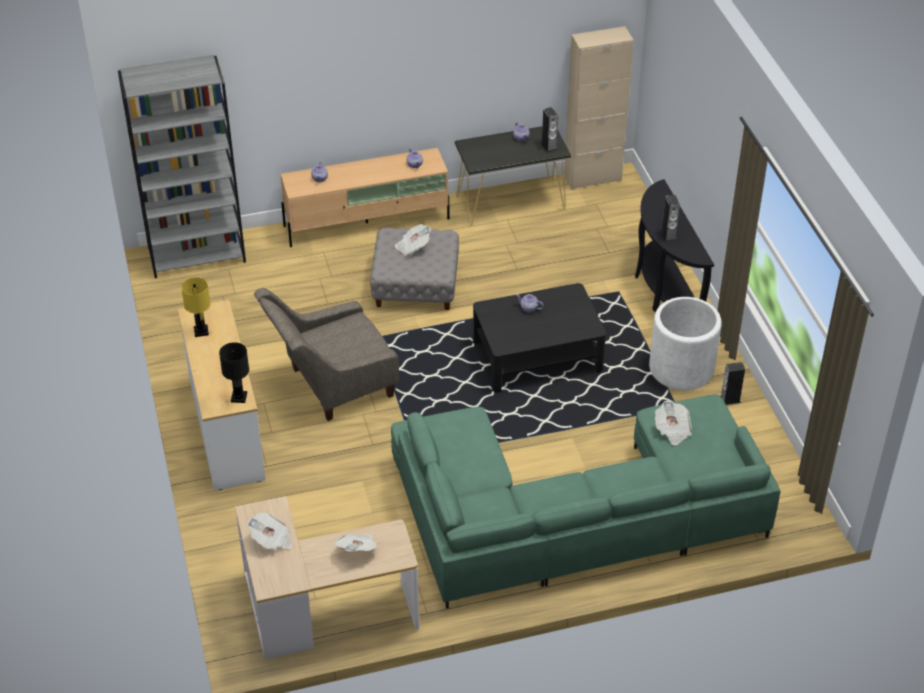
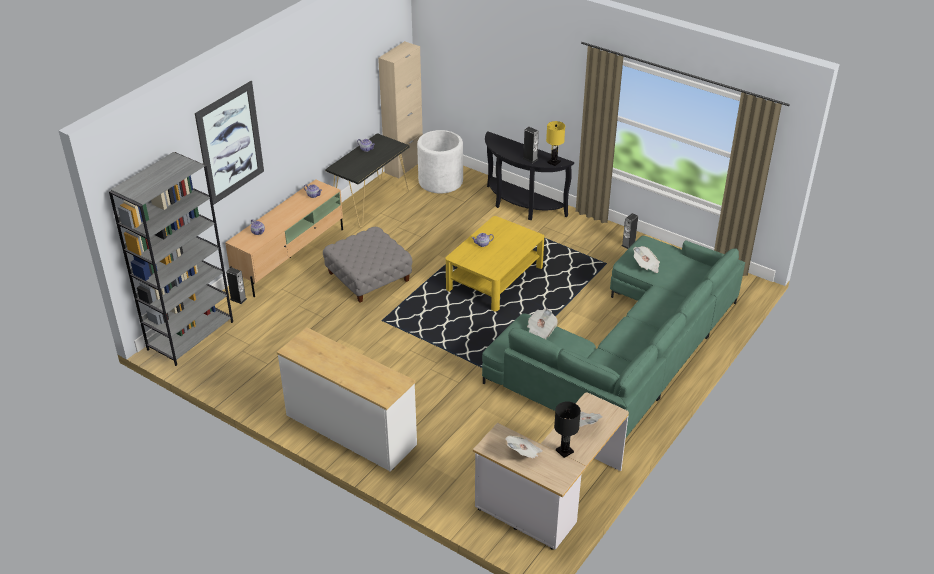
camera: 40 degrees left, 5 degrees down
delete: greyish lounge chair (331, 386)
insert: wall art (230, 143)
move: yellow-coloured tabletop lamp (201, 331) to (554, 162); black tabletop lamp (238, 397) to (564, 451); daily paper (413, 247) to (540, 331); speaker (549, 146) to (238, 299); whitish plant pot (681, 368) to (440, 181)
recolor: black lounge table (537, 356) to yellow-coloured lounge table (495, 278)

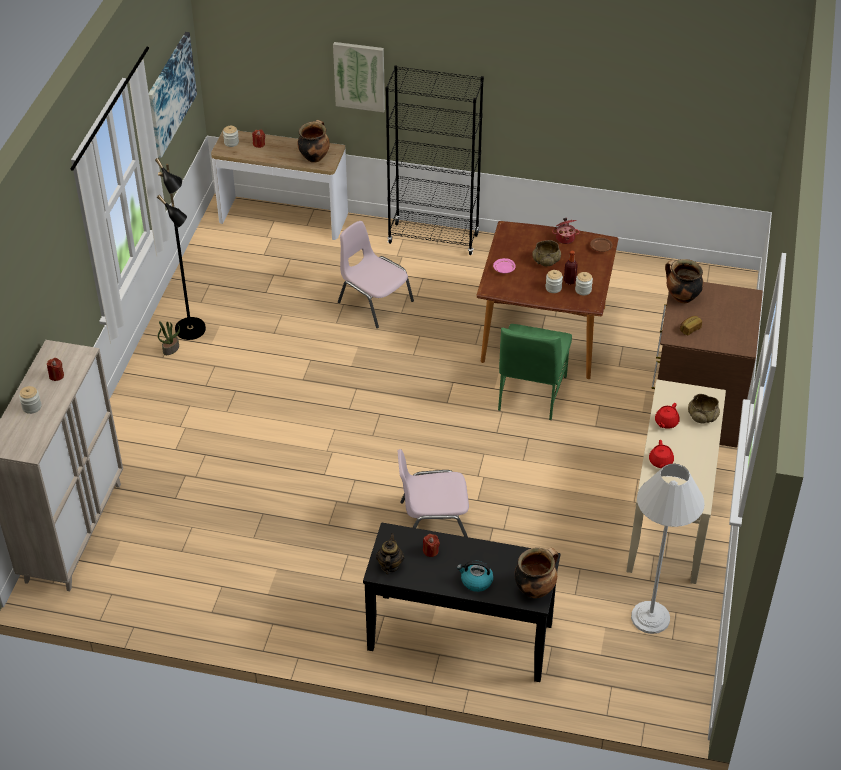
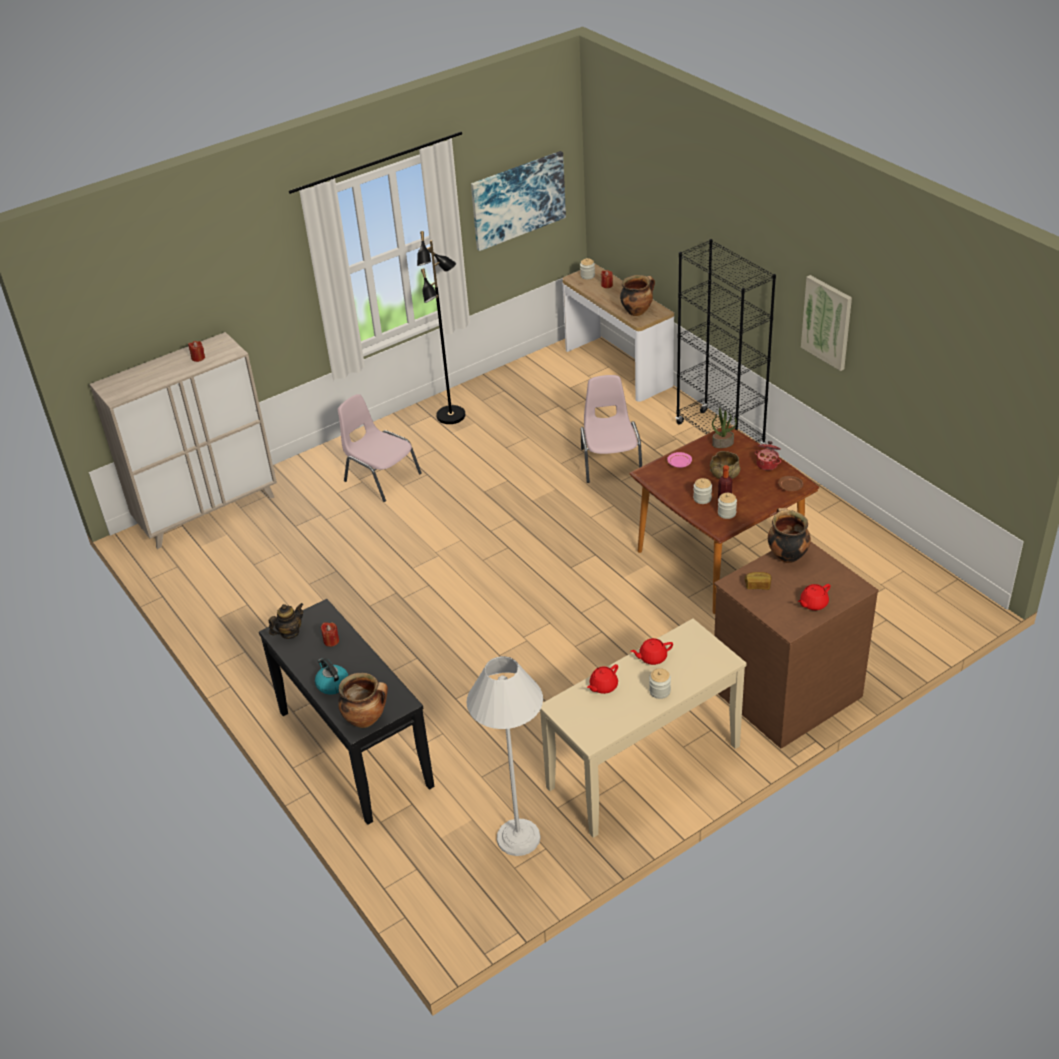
camera: 45 degrees right, 5 degrees down
delete: green upright chair (530, 394); sand-coloured bowl (702, 417)
insert: red-coloured pot for tea (813, 604)
move: jar (32, 407) to (660, 691); potted plant (171, 349) to (723, 443); wall art (359, 76) to (827, 322); pink upright chair (433, 521) to (381, 477)

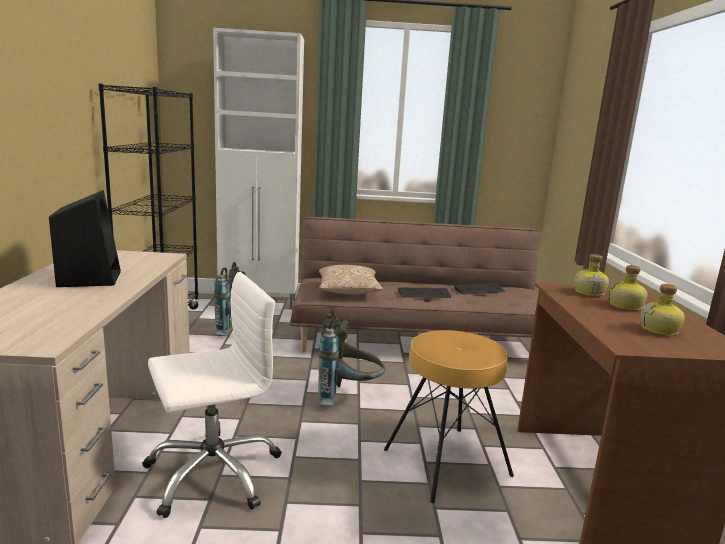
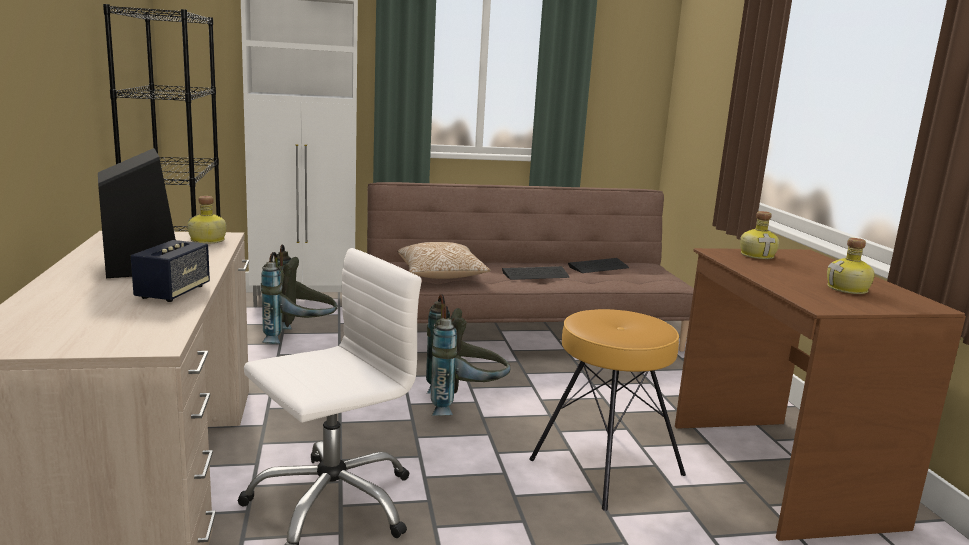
camera: 10 degrees left, 0 degrees up
insert: speaker (173, 292)
move: beverage bottle (626, 306) to (207, 241)

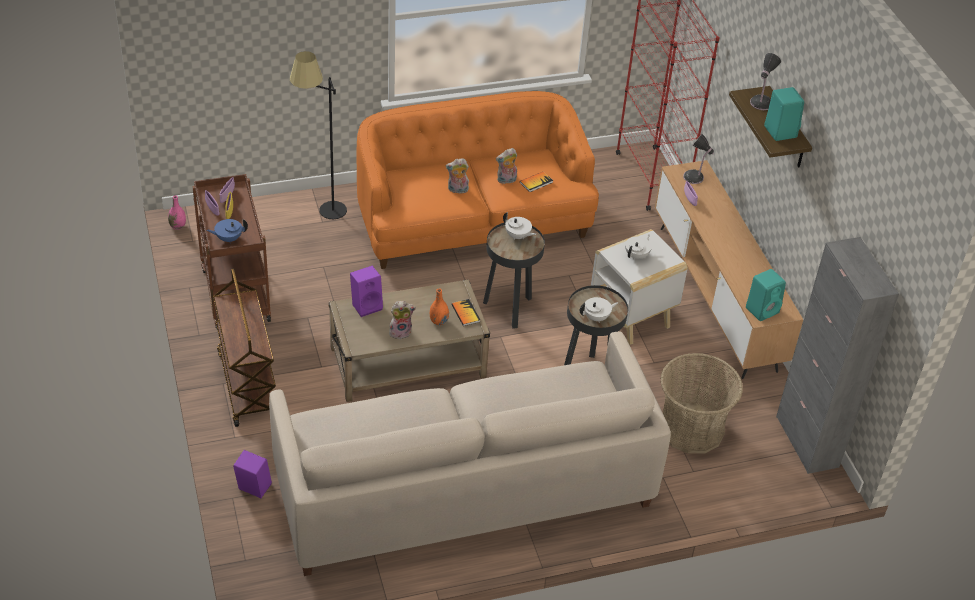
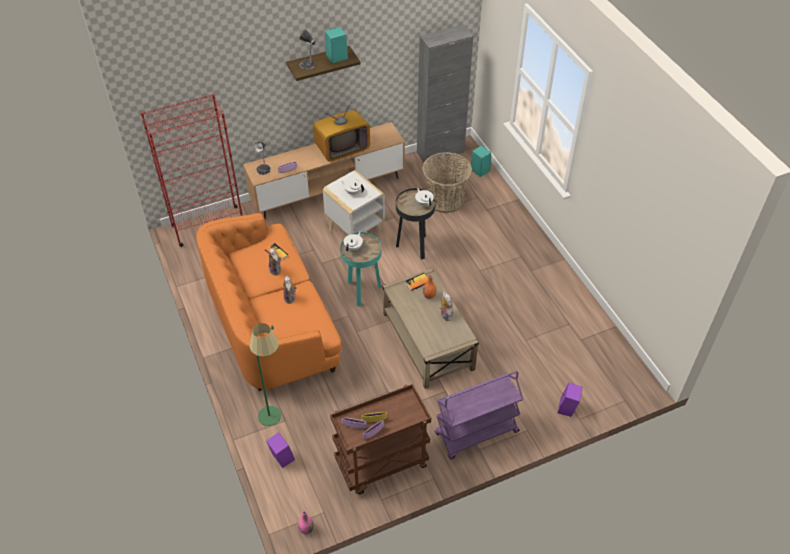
camera: 95 degrees left, 5 degrees up
delete: blue pot for tea (228, 238); sand-coloured sofa (463, 488)
insert: television (342, 148)
move: purplish speaker (367, 305) to (281, 458); turquoise-coloured speaker (762, 309) to (479, 170)
recolor: brownish wheeled cart (247, 385) to purplish wheeled cart (476, 433); black floor lamp (322, 214) to green floor lamp (276, 422); black side table (509, 310) to turquoise-coloured side table (363, 291)

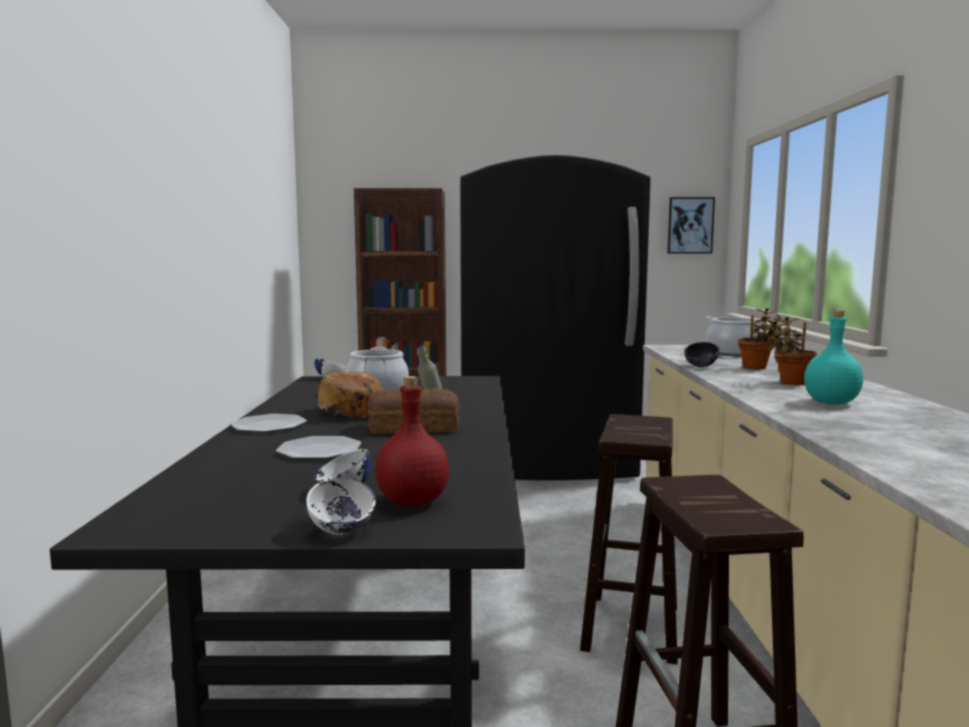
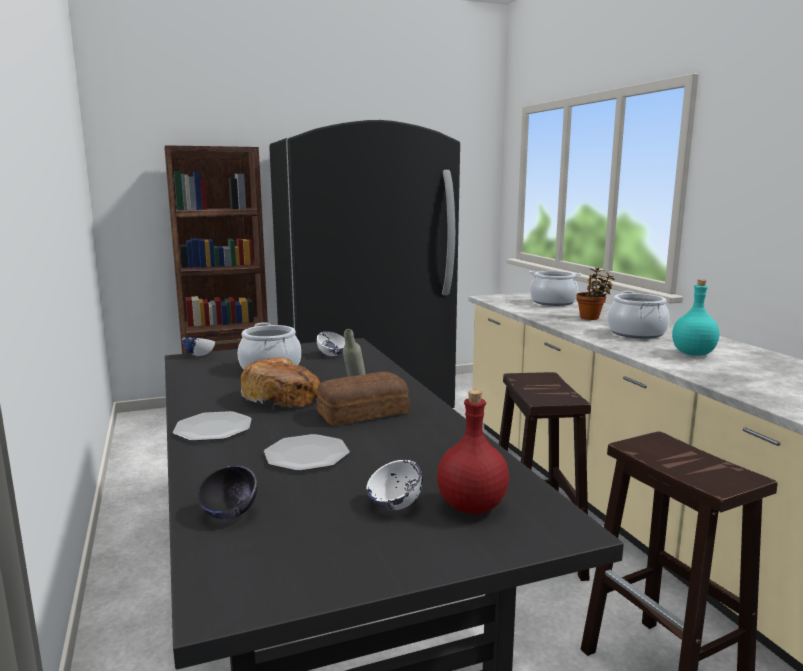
camera: 20 degrees left, 5 degrees up
delete: wall art (690, 225)
move: whitish bowl (342, 531) to (332, 355); black bowl (701, 366) to (229, 514)
replace: potted plant (790, 382) to cooking pot (636, 333)

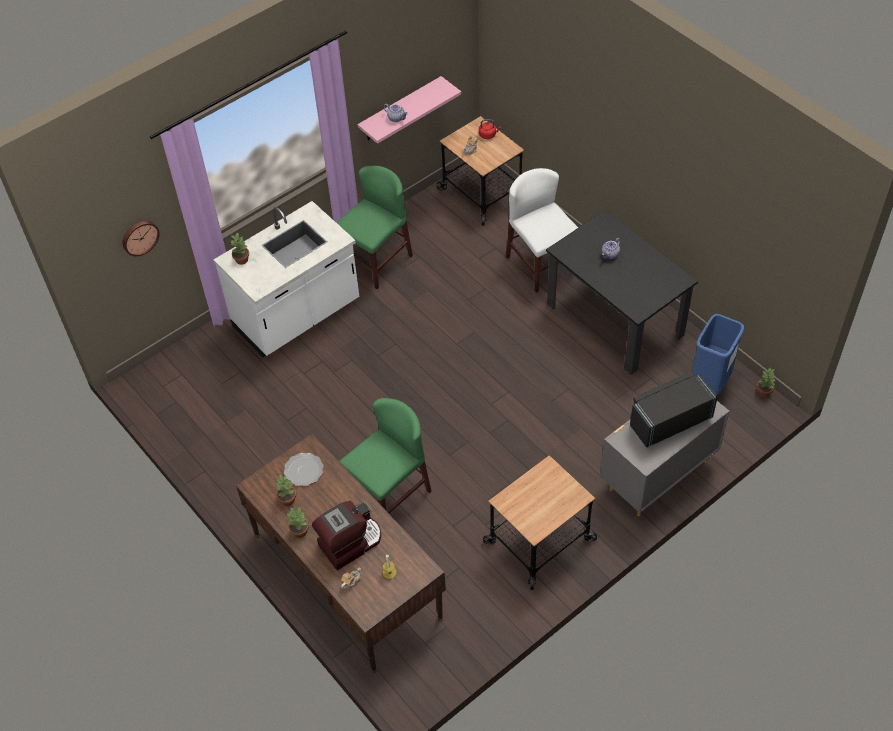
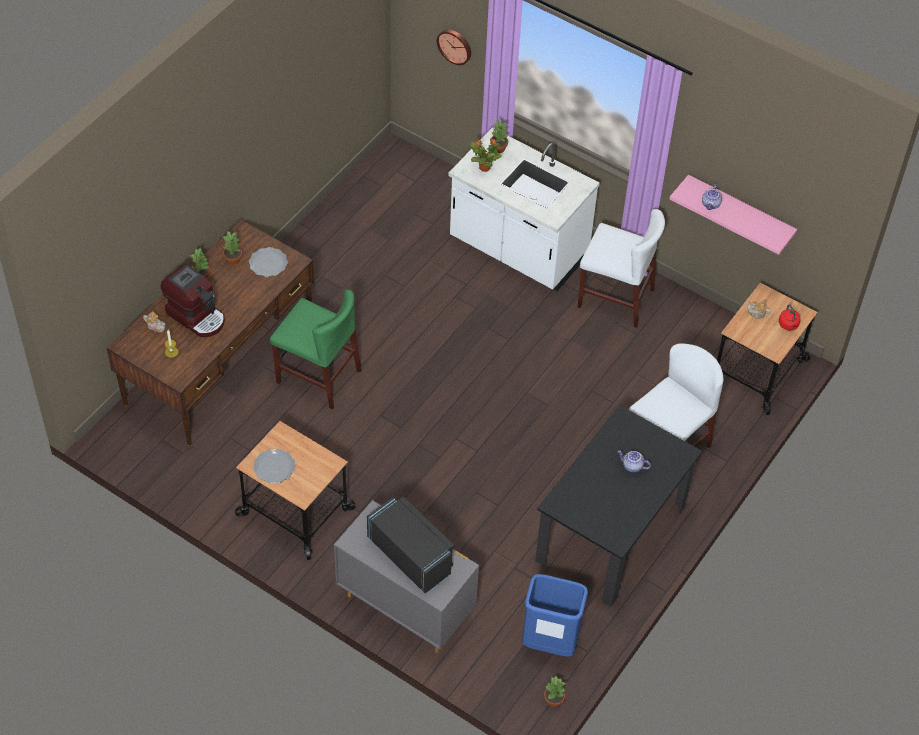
camera: 70 degrees right, 0 degrees up
insert: flat dish (274, 467); potted plant (484, 167)
recolor: green upright chair (376, 262) to whitish upright chair (615, 298)

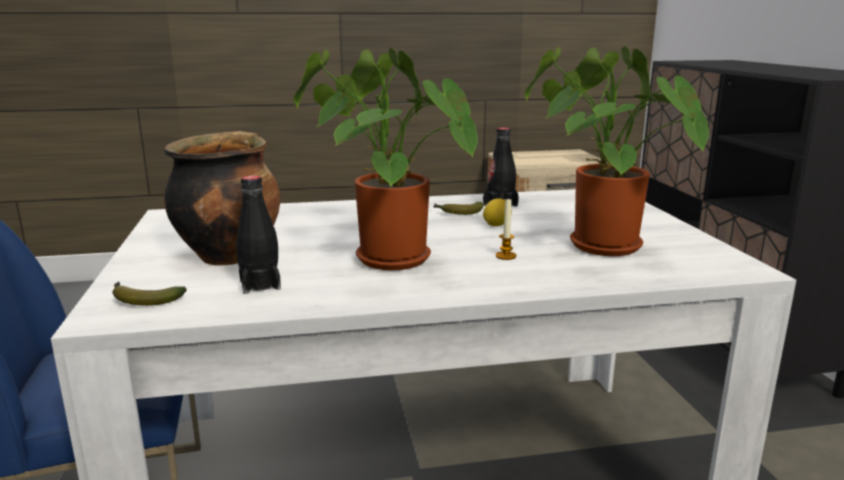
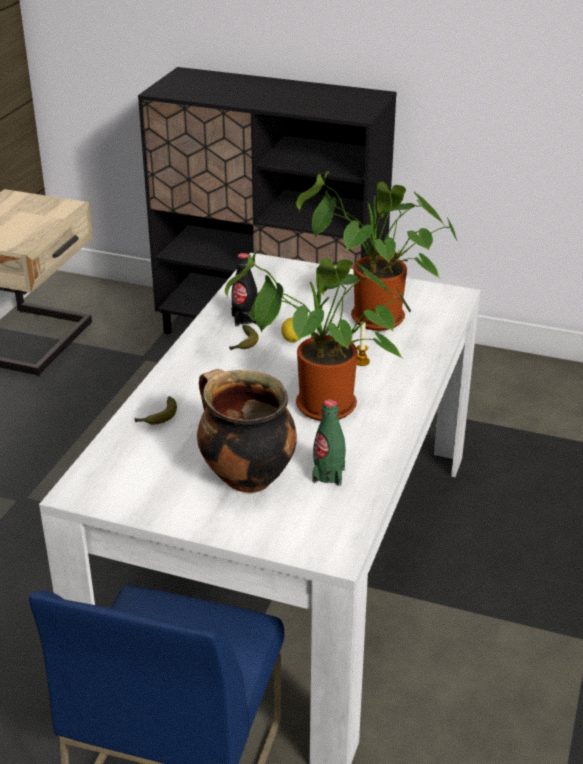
camera: 60 degrees left, 15 degrees up
move: whole banana (143, 300) to (158, 417)
recolor: black beverage bottle (260, 285) to green beverage bottle (328, 475)

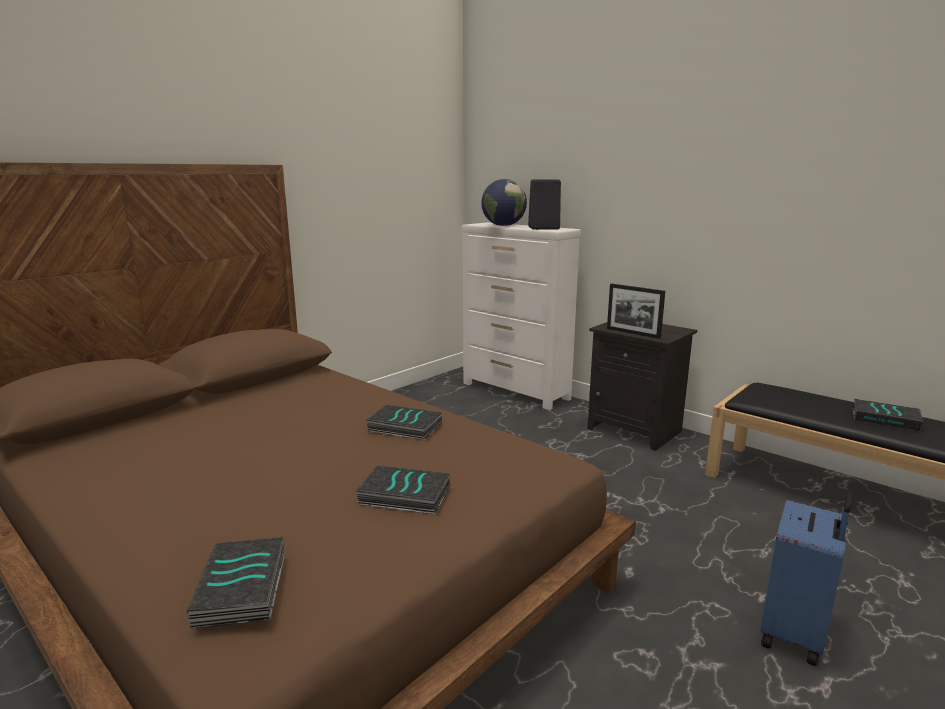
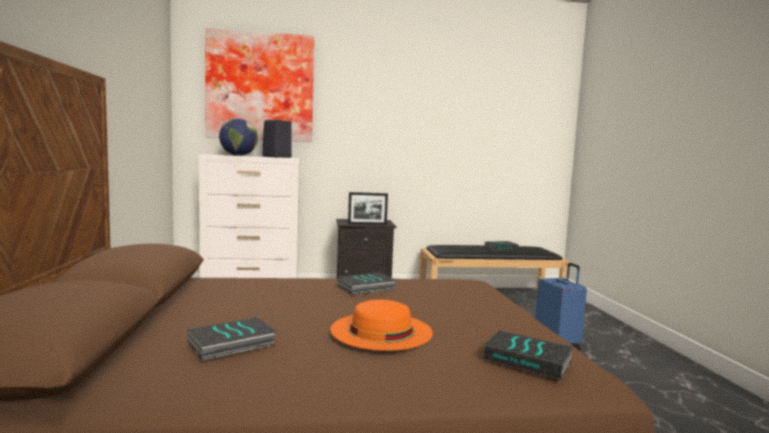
camera: 50 degrees left, 10 degrees down
insert: wall art (260, 87); orange-coloured clothing hat (381, 330)
move: book (403, 496) to (231, 344)

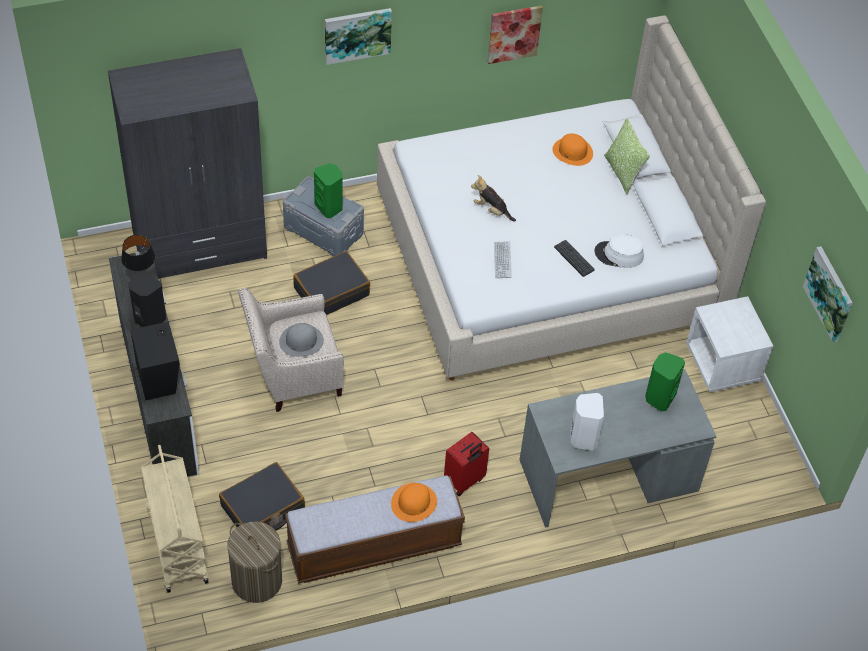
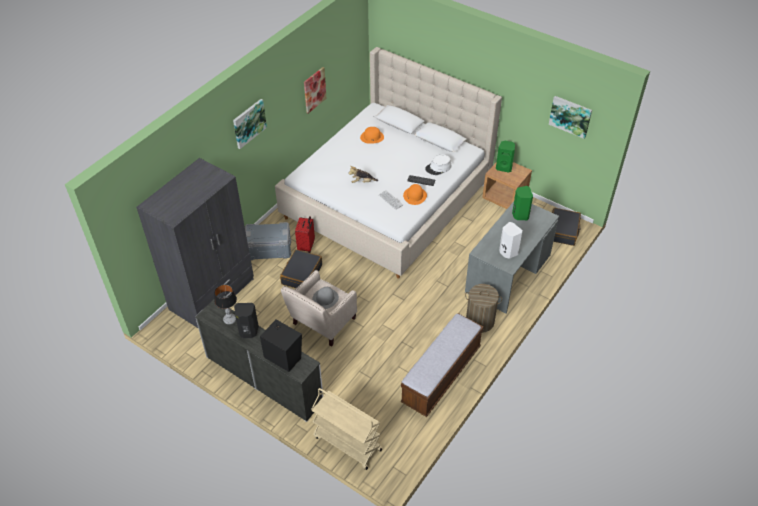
camera: 35 degrees left, 5 degrees down
delete: pillow (622, 173)
move: black travel case (262, 508) to (563, 231); washing basket (256, 580) to (479, 321); green speaker (329, 207) to (504, 167); orange-coloured clothing hat (414, 502) to (415, 195); red-coloured travel case (464, 481) to (306, 247)
recolor: whitish bedside table (723, 364) to brownish bedside table (505, 197)

